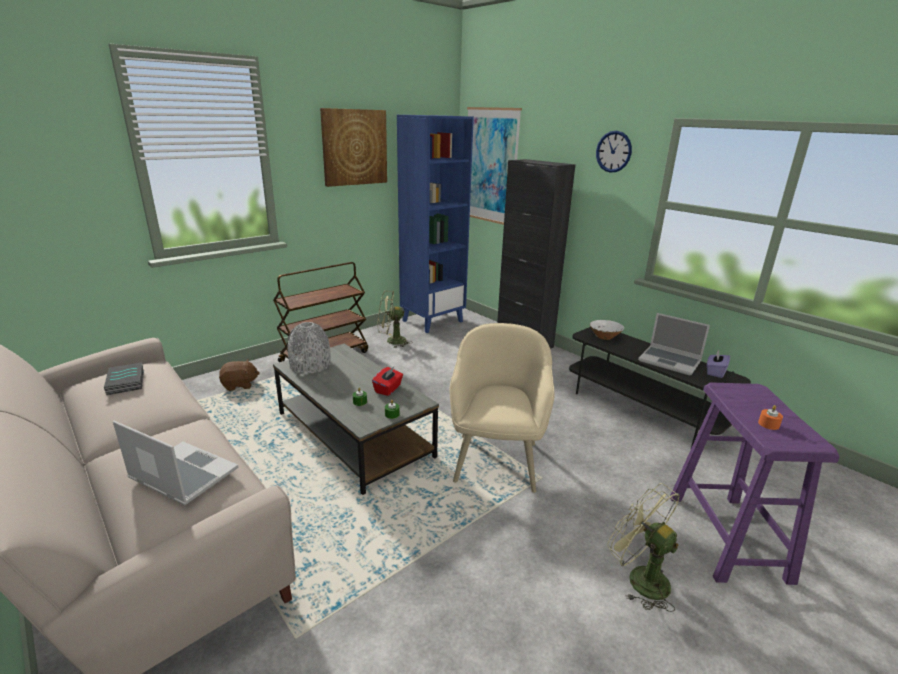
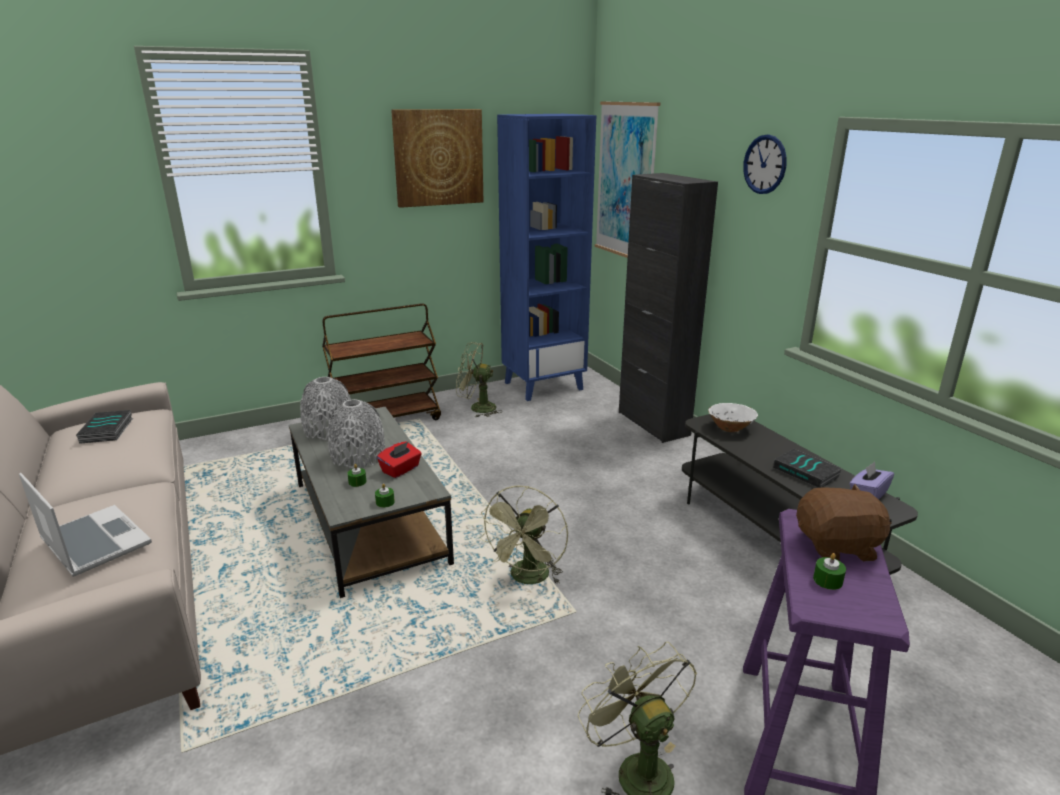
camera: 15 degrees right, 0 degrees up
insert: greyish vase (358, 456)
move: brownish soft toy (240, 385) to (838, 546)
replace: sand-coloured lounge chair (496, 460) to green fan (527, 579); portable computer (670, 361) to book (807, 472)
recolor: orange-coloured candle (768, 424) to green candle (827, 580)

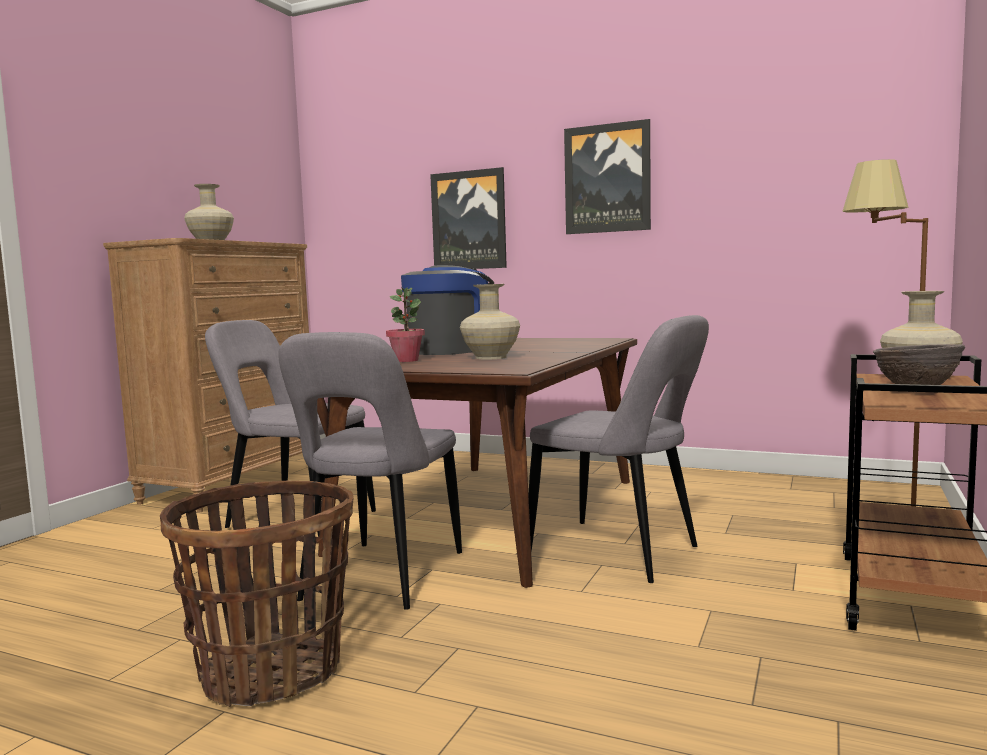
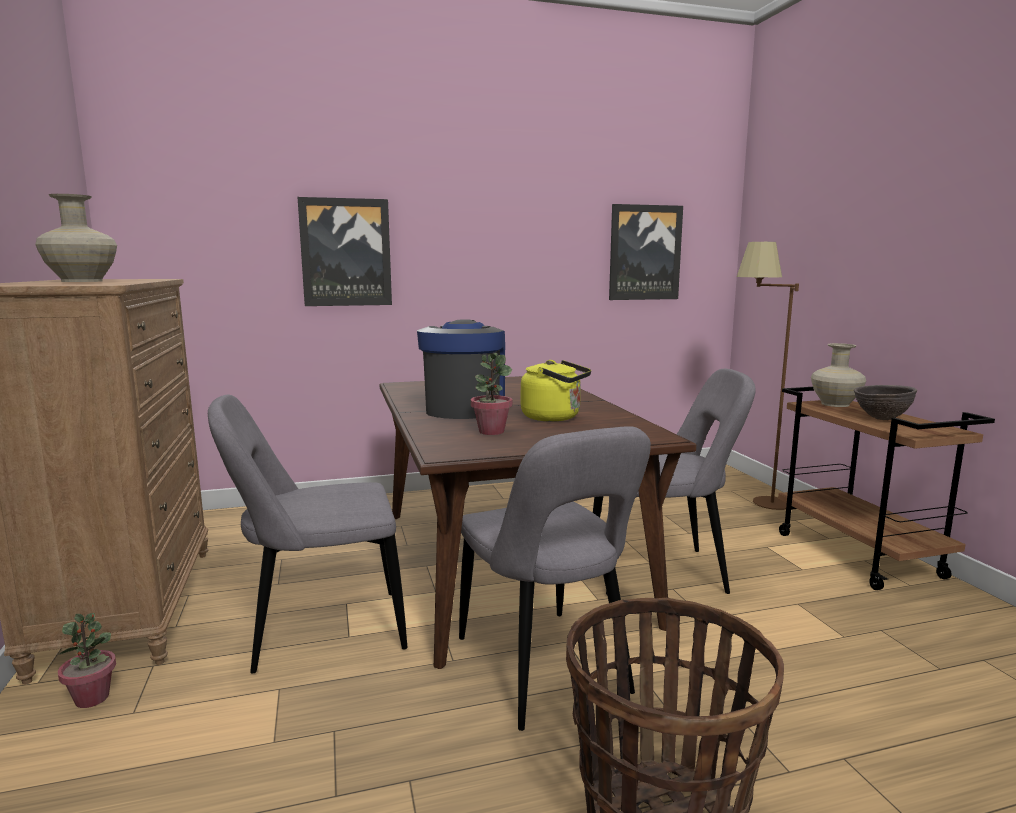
camera: 40 degrees left, 5 degrees up
insert: potted plant (92, 698)
move: wall art (607, 178) to (644, 253)
replace: sand-coloured vase (490, 357) to yellow-coloured water kettle (554, 417)

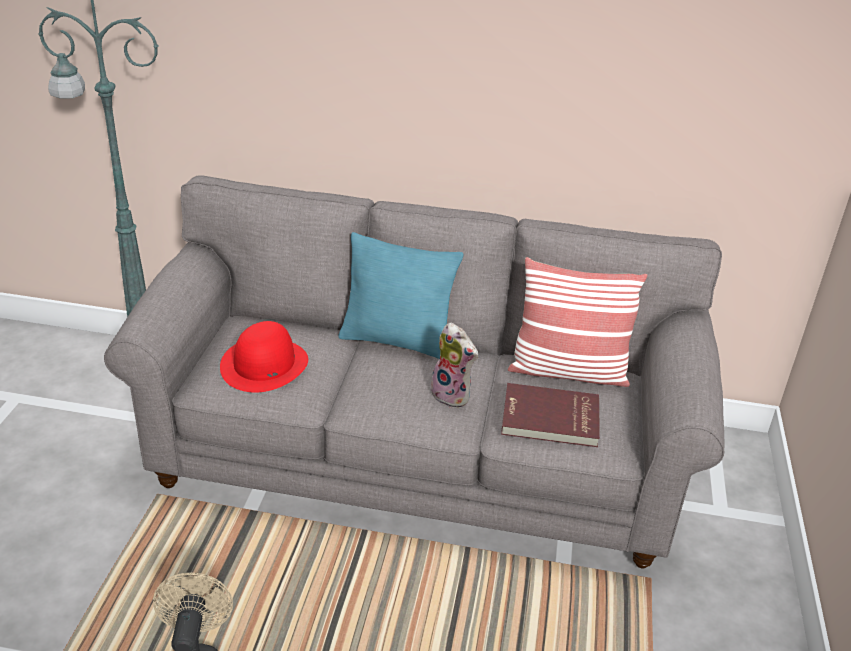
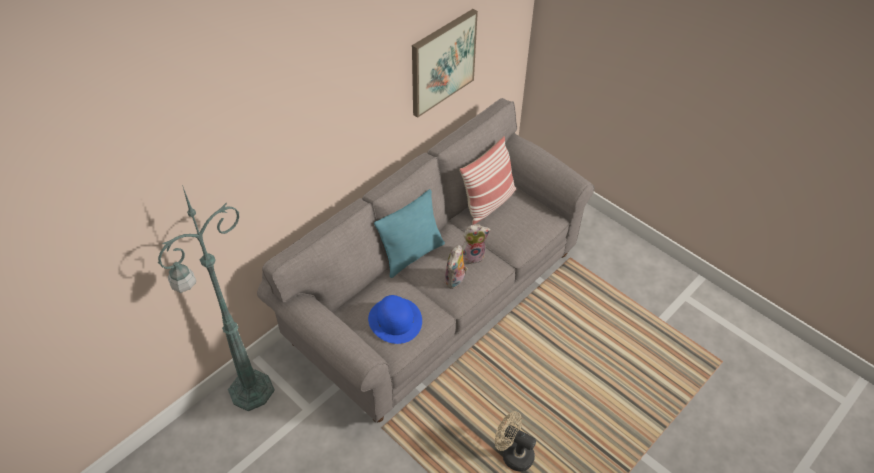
camera: 55 degrees left, 15 degrees up
delete: red-coloured book (550, 419)
insert: wall art (442, 62); soft toy (455, 281)
recolor: red-coloured clothing hat (264, 365) to blue clothing hat (395, 320)

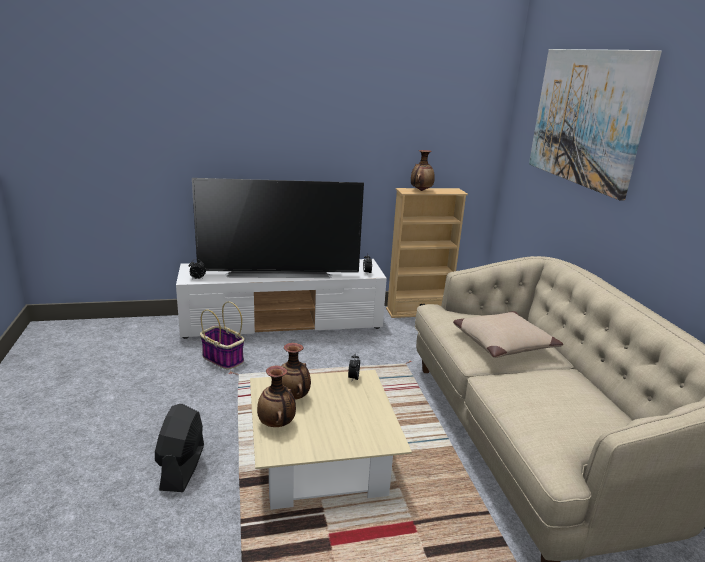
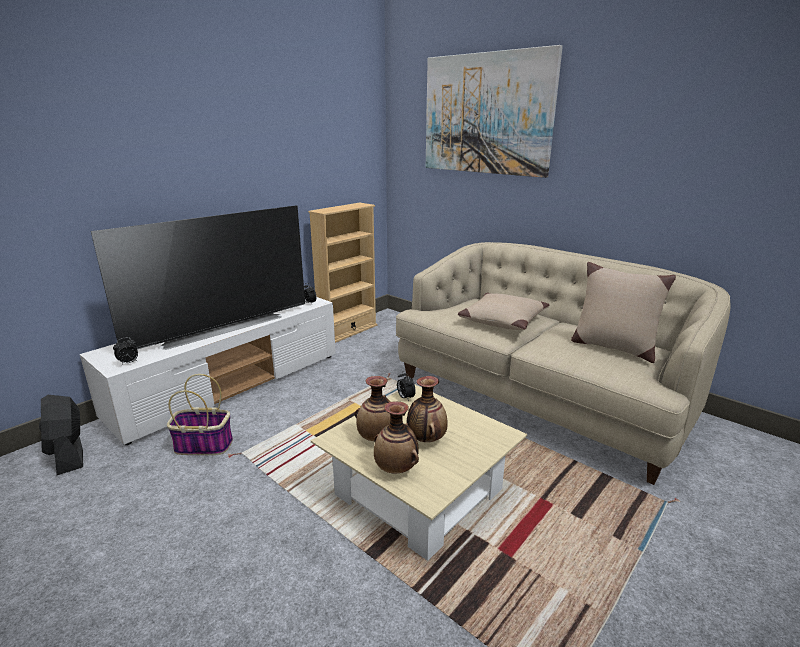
camera: 35 degrees left, 0 degrees up
insert: sand-coloured pillow (612, 347)
move: black fan (182, 467) to (68, 454); vase (421, 190) to (426, 439)

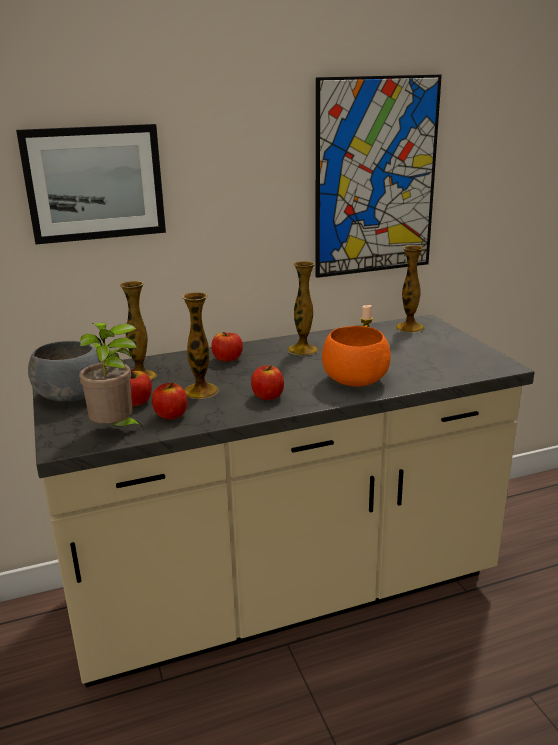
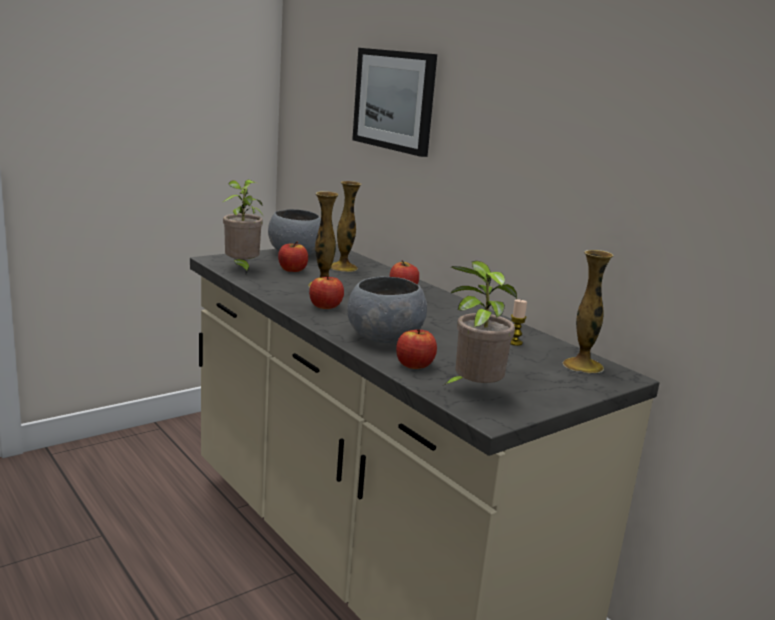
camera: 70 degrees right, 5 degrees down
delete: vase (302, 350); wall art (375, 178)
insert: potted plant (473, 391)
move: whole apple (171, 415) to (414, 365)
recolor: orange-coloured bowl (354, 381) to greyish bowl (382, 337)

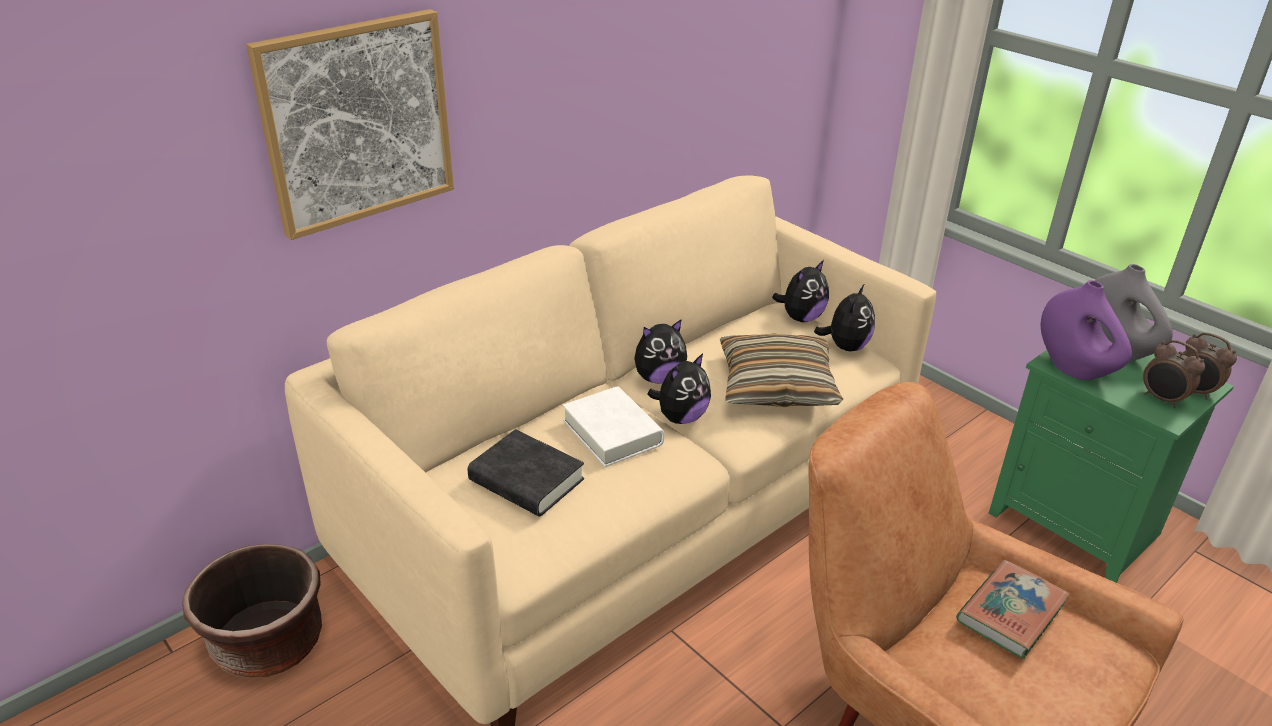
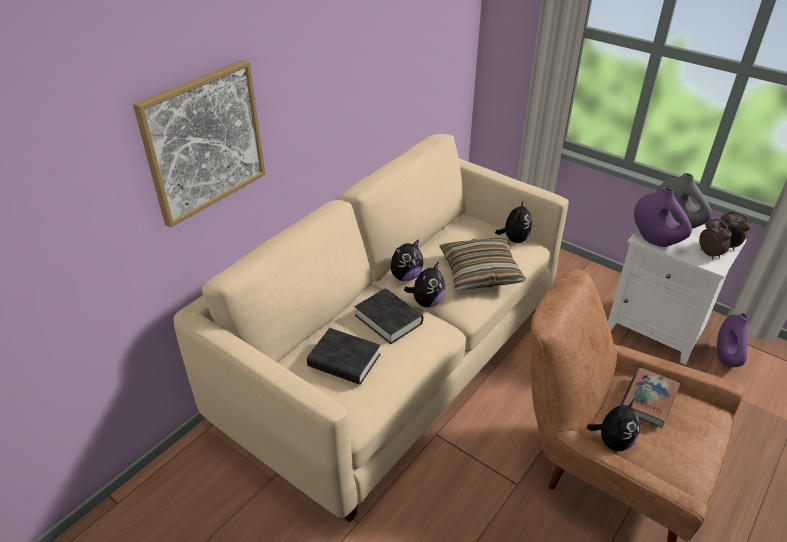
camera: 10 degrees left, 5 degrees up
delete: brownish plant pot (268, 644)
insert: purplish vase (726, 358)
move: soft toy (801, 318) to (612, 441)
recolor: whitish book (612, 432) to black book (388, 319); green bedside table (1078, 525) to whitish bedside table (658, 328)
rotate: alarm clock (1162, 399) = (710, 254) 150 degrees counterclockwise

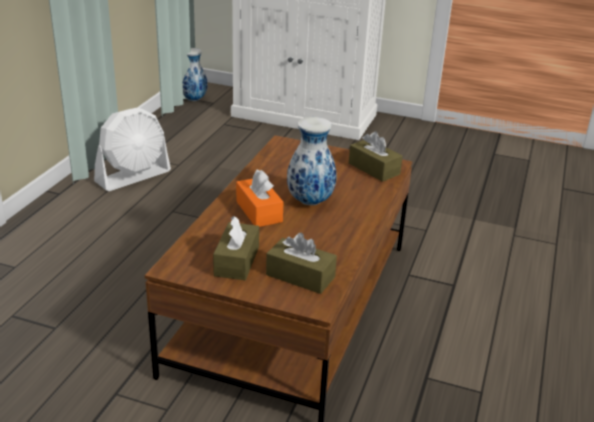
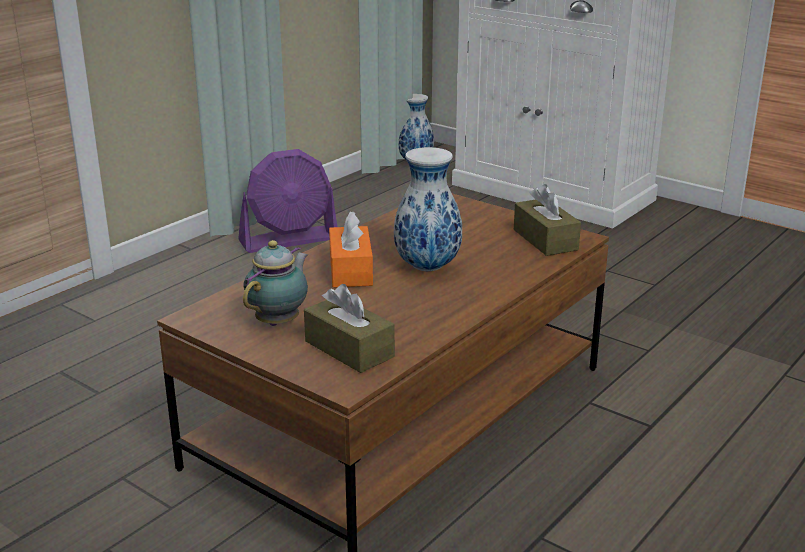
camera: 20 degrees right, 5 degrees down
replace: brownish box of tissues (237, 261) to pot for tea (280, 321)
recolor: whitish fan (133, 176) to purplish fan (289, 240)

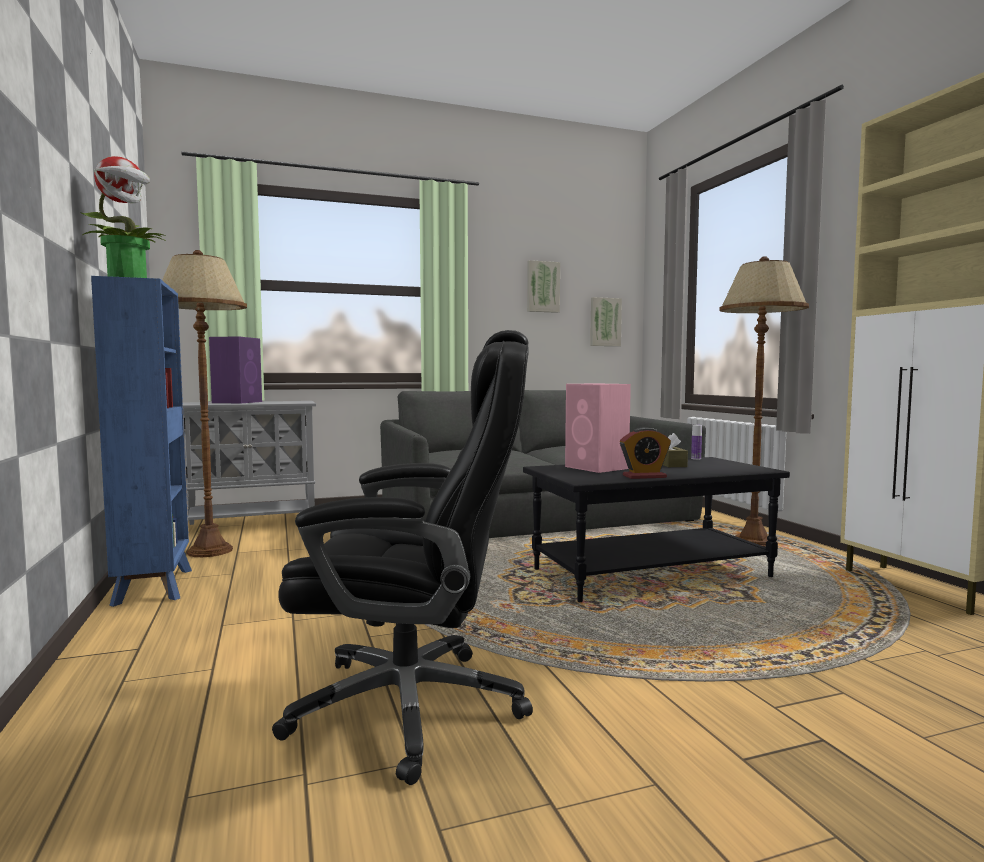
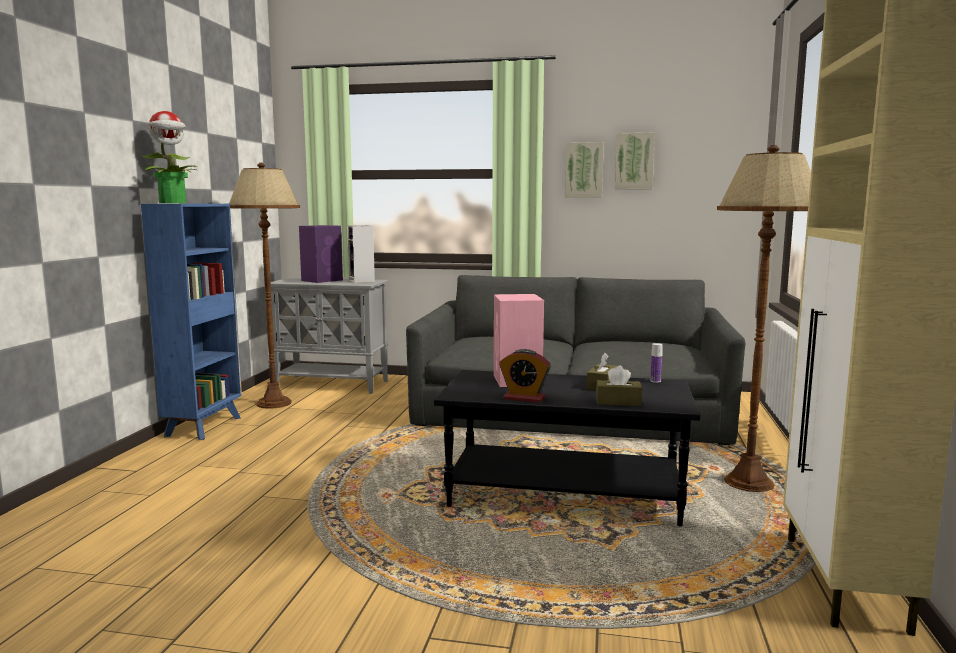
camera: 30 degrees right, 5 degrees up
delete: black desk chair (414, 707)
insert: speaker (362, 281); brownish box of tissues (618, 402)
move: wall art (604, 322) to (584, 170)

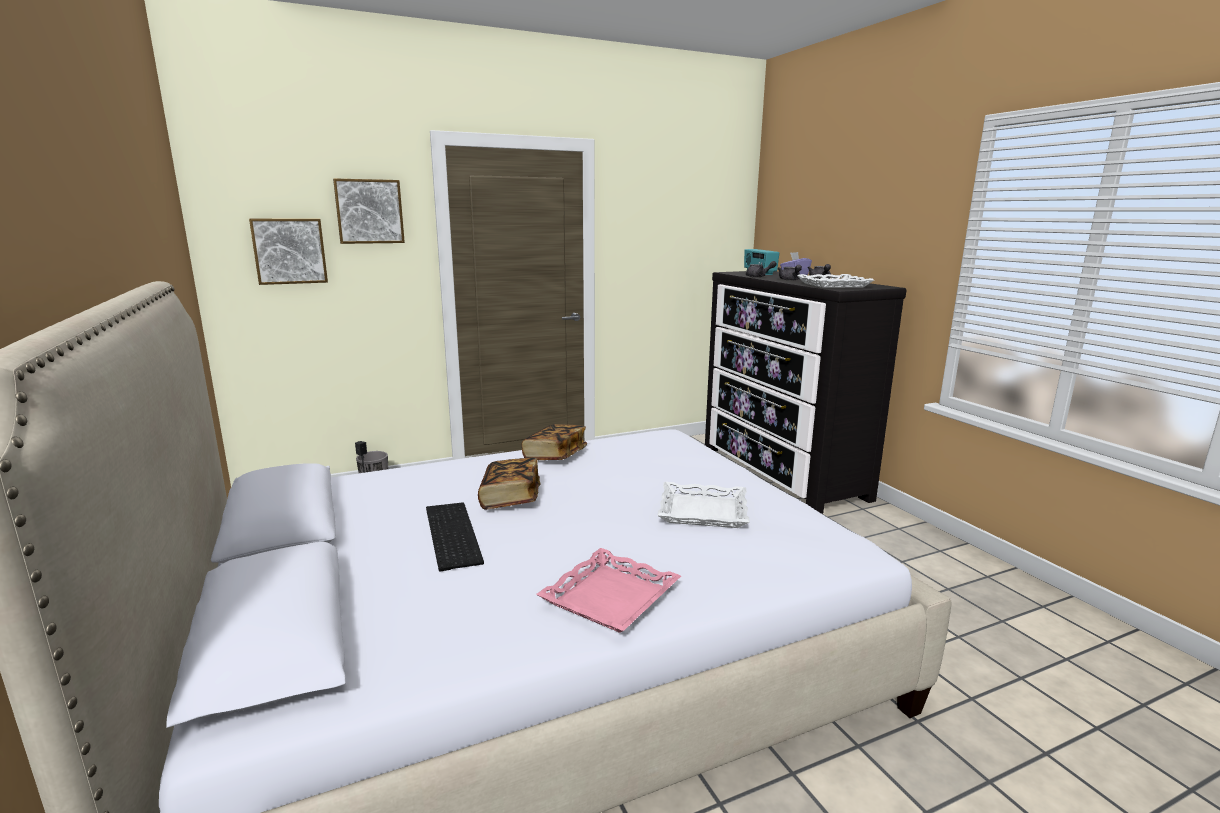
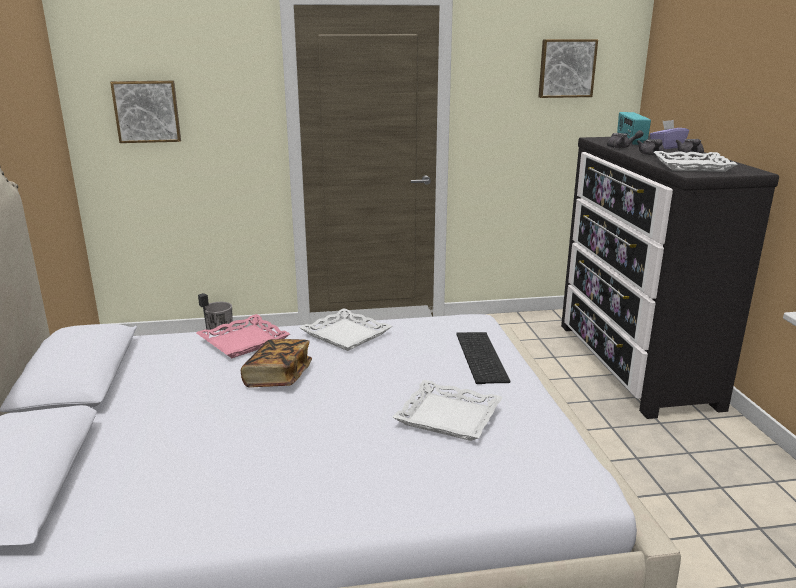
camera: 15 degrees right, 5 degrees up
move: wall art (369, 211) to (566, 68); computer keyboard (449, 534) to (479, 356); pink carrying tray (611, 598) to (244, 342)
replace: book (555, 456) to whitish carrying tray (346, 335)

